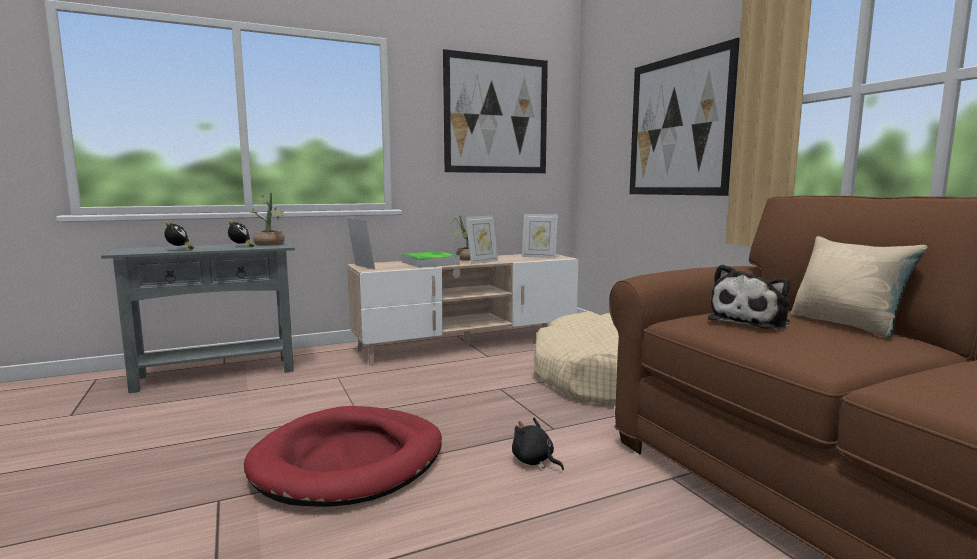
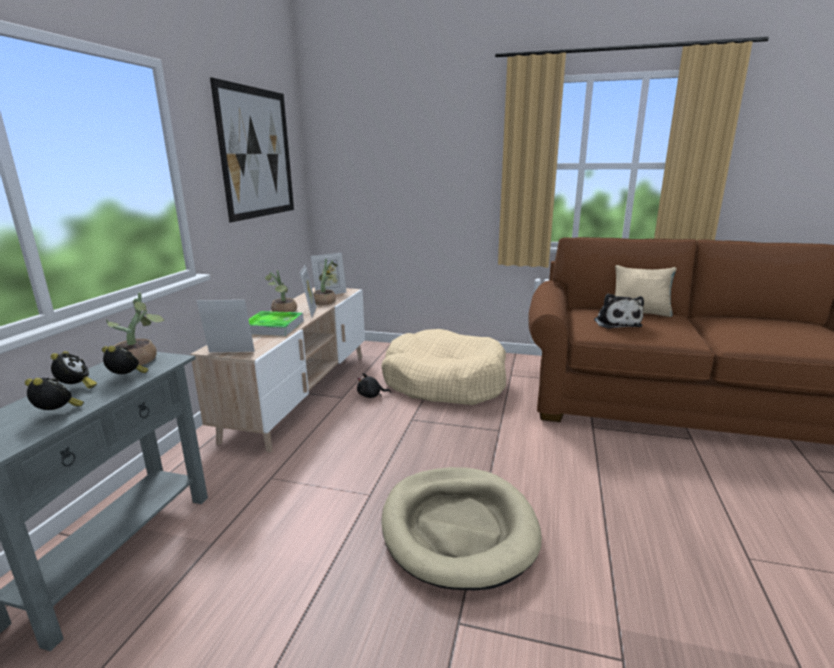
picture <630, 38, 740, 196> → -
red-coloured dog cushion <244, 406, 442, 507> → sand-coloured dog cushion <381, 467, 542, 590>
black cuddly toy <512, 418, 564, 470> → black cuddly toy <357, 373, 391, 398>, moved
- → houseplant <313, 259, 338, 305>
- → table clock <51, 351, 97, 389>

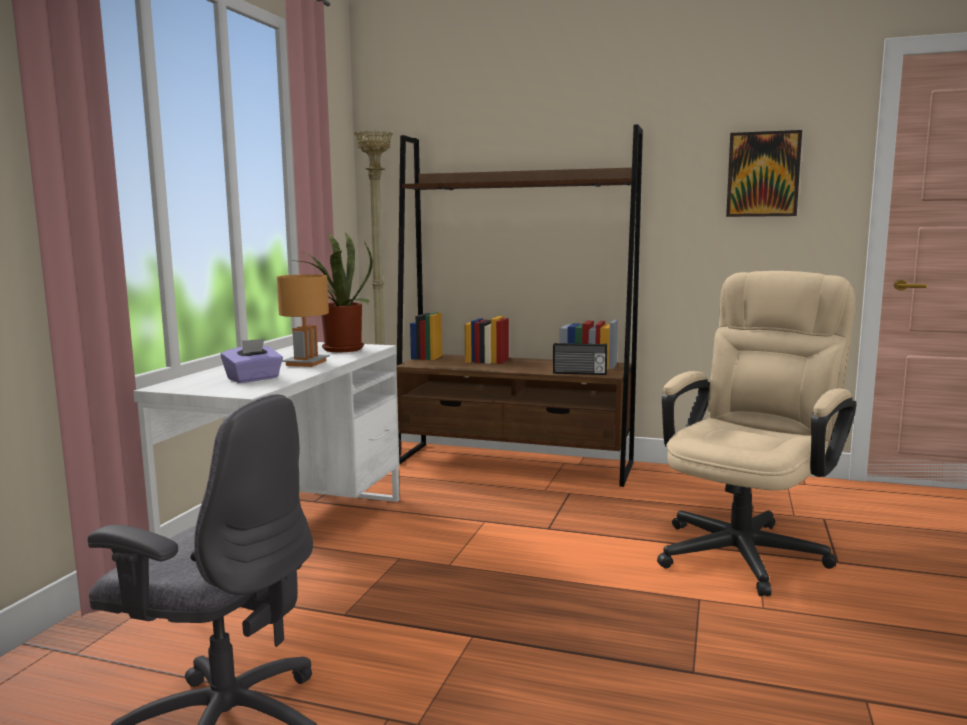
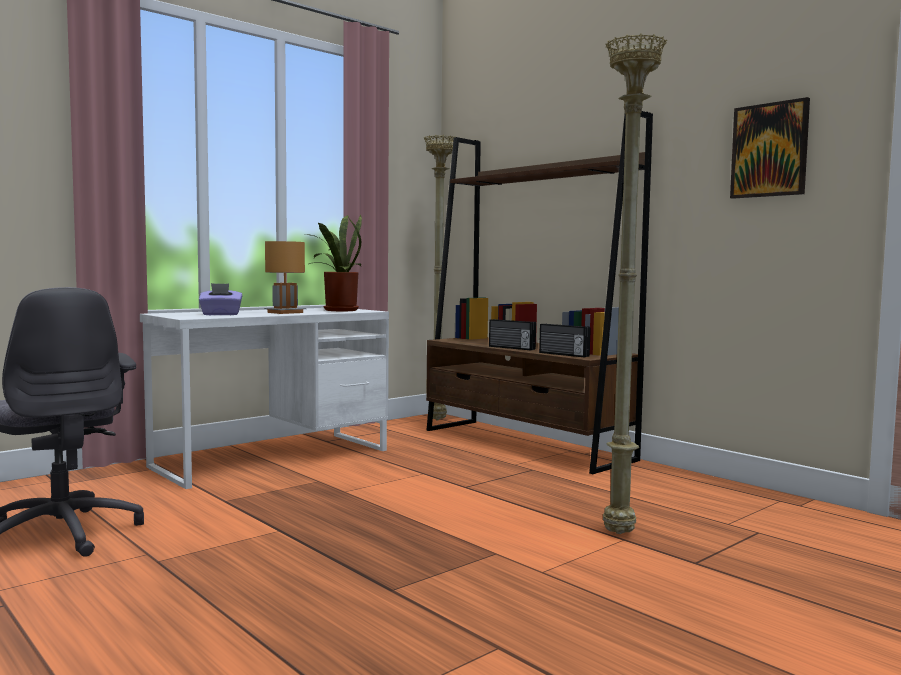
sand-coloured desk chair <657, 271, 857, 596> → sand-coloured standing lamp <603, 33, 667, 534>
- → radio <489, 319, 536, 350>

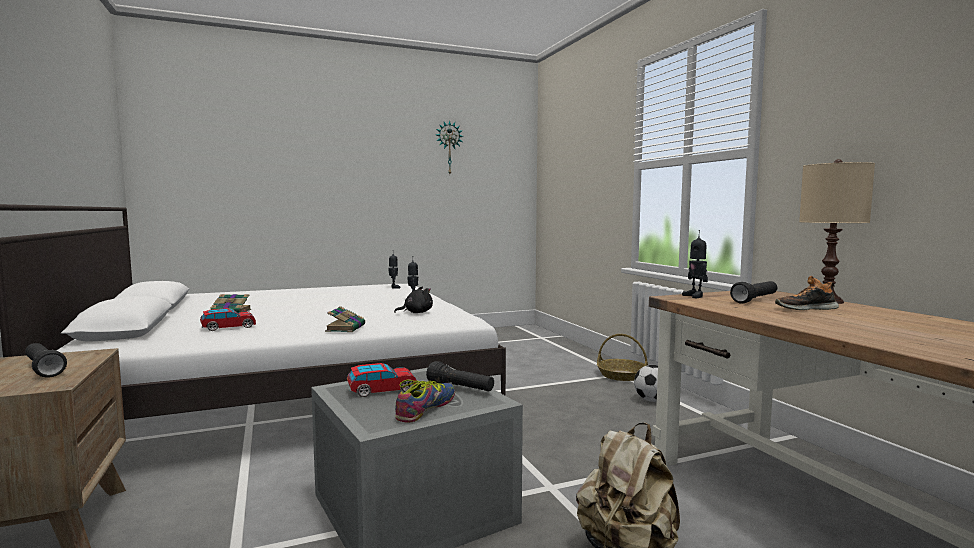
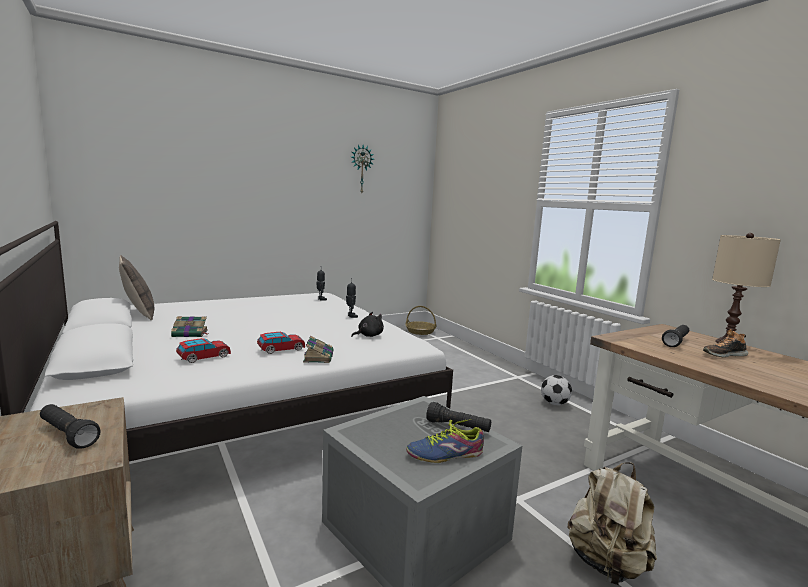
toy robot <682, 230, 708, 298> → -
basket <597, 334, 648, 381> → basket <406, 306, 436, 335>, moved
miniature car <347, 363, 417, 397> → miniature car <257, 332, 305, 354>, moved
low shoe <395, 380, 455, 422> → low shoe <406, 419, 484, 463>, 120 degrees counterclockwise
- → throw pillow <119, 255, 154, 320>

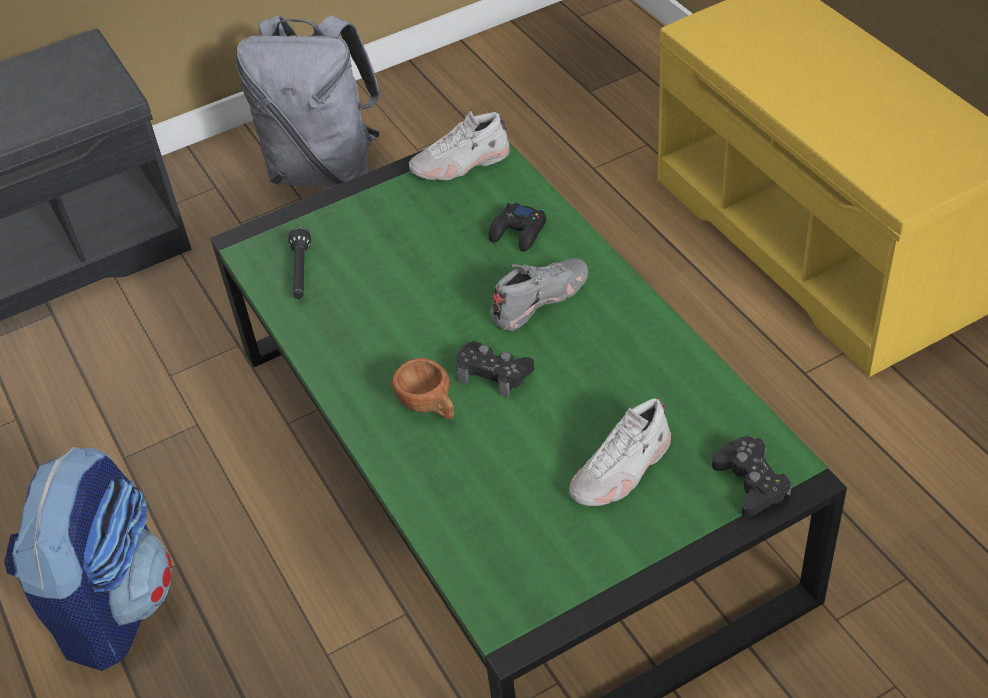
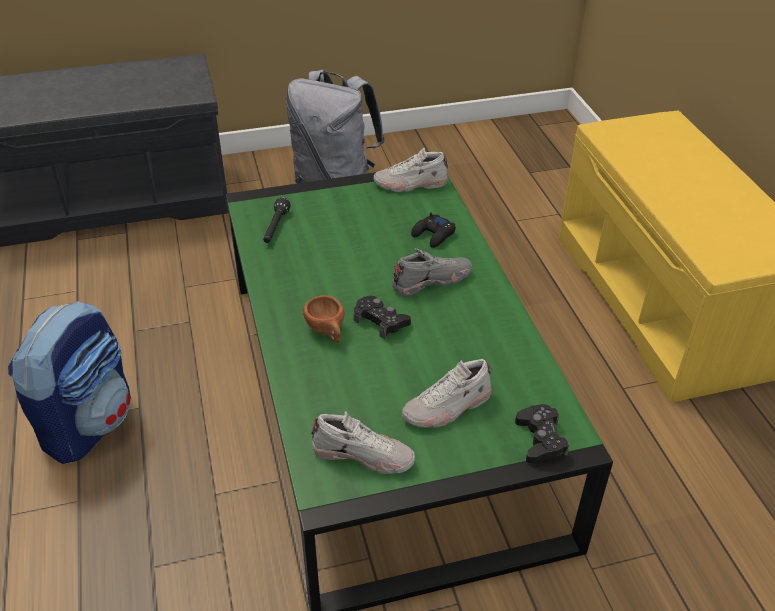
- → whitish low shoe <311, 411, 415, 474>

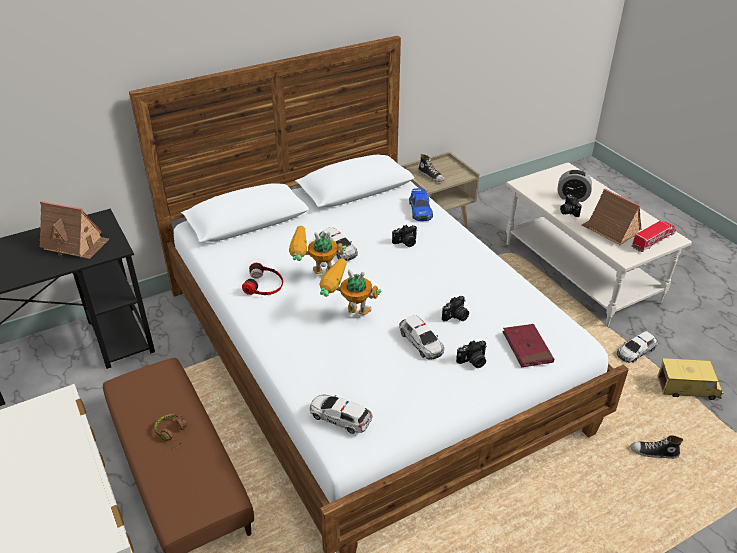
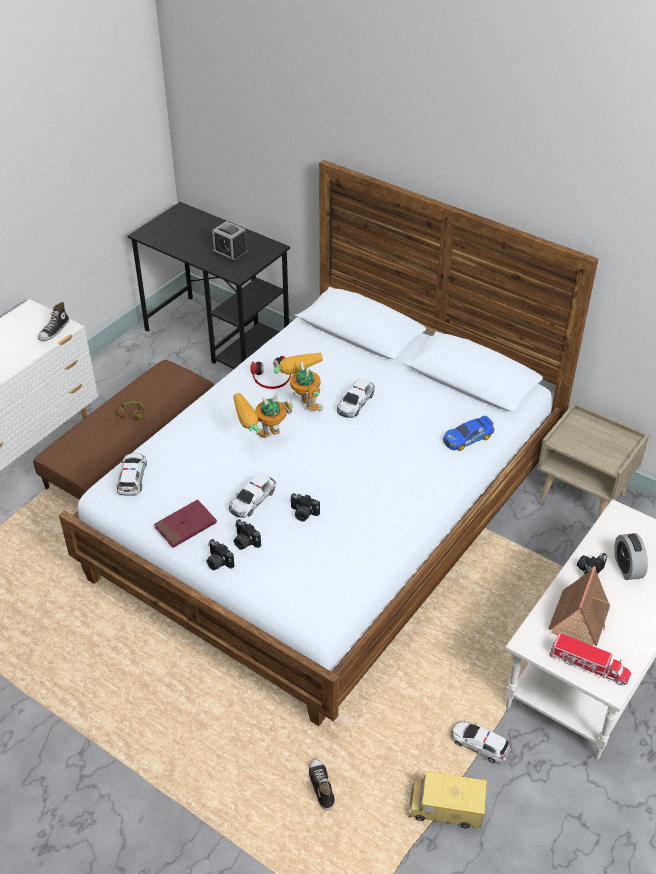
low shoe <418, 154, 444, 182> → low shoe <38, 302, 69, 341>, moved
miniature house <40, 201, 109, 259> → table clock <212, 221, 248, 262>
photo camera <392, 225, 417, 247> → photo camera <207, 539, 235, 570>, moved
toy robot <319, 258, 381, 315> → toy robot <233, 393, 293, 438>, 105 degrees counterclockwise
red-coloured bound book <502, 324, 554, 367> → red-coloured bound book <154, 500, 217, 548>, moved
toy truck <657, 358, 723, 400> → toy truck <408, 771, 487, 828>, 120 degrees clockwise

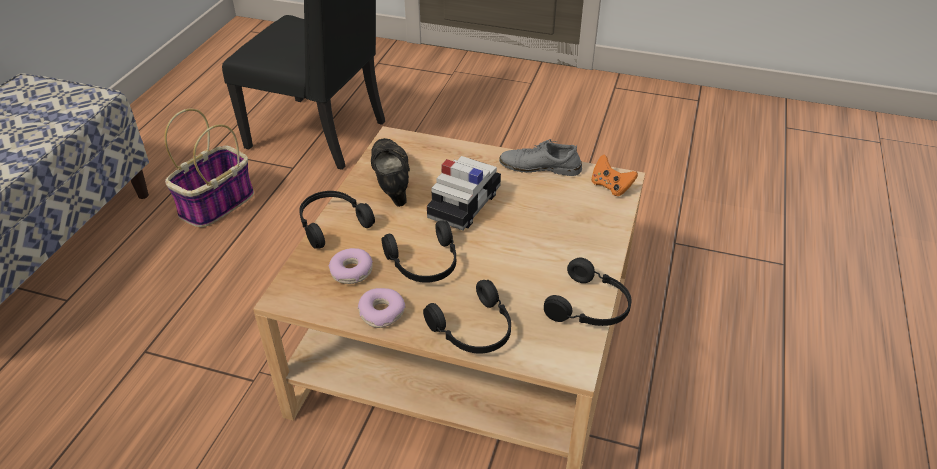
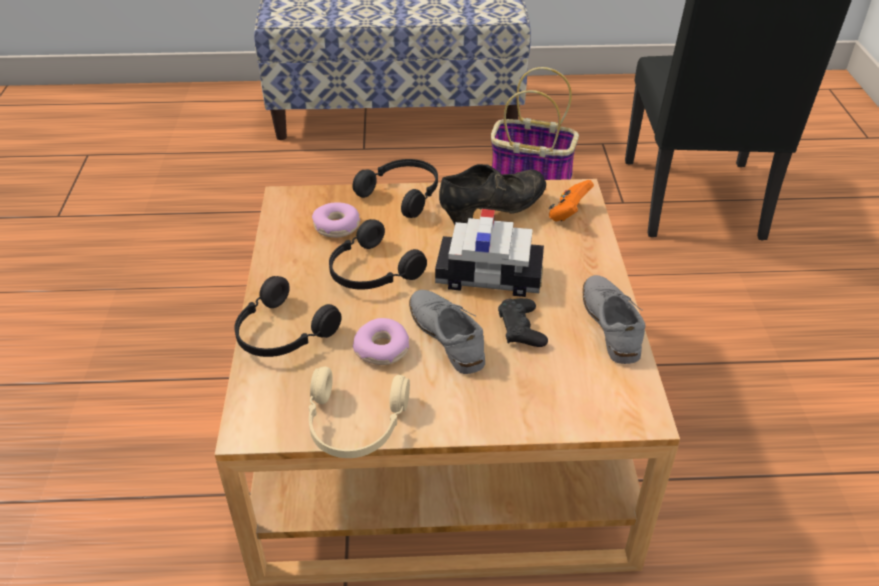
orange-coloured gamepad <591, 155, 638, 196> → orange-coloured gamepad <549, 180, 594, 222>, moved
black headset <544, 258, 632, 326> → sand-coloured headset <309, 367, 410, 458>
donut <358, 288, 405, 328> → donut <353, 318, 409, 365>, moved
- → greyish low shoe <409, 290, 485, 374>
- → black gamepad <498, 298, 548, 347>

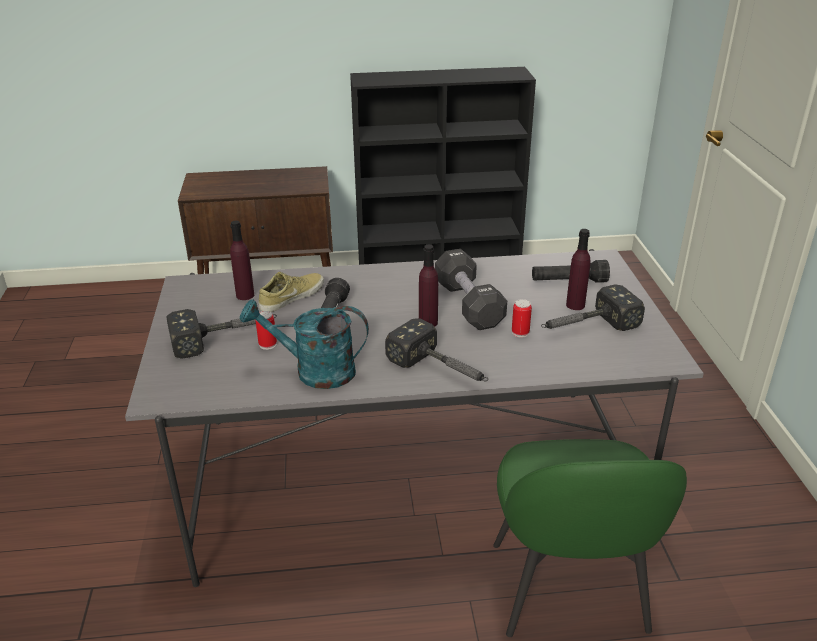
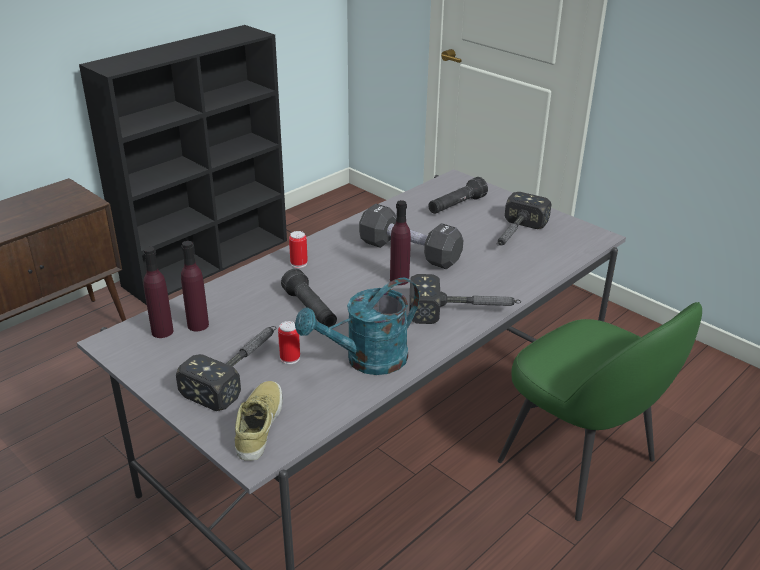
purple-coloured bottle <566, 229, 590, 310> → purple-coloured bottle <143, 247, 173, 338>, moved
sand-coloured low shoe <259, 272, 324, 312> → sand-coloured low shoe <235, 381, 283, 461>, moved
sealed can <512, 299, 532, 338> → sealed can <289, 231, 308, 268>, moved

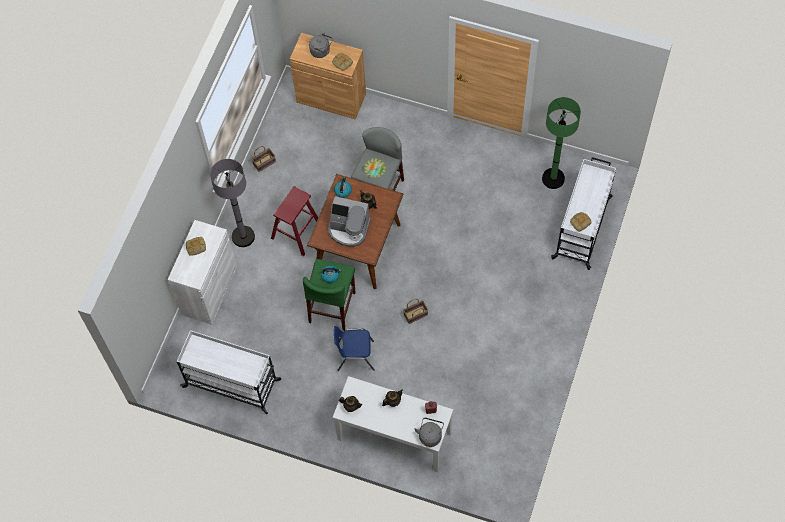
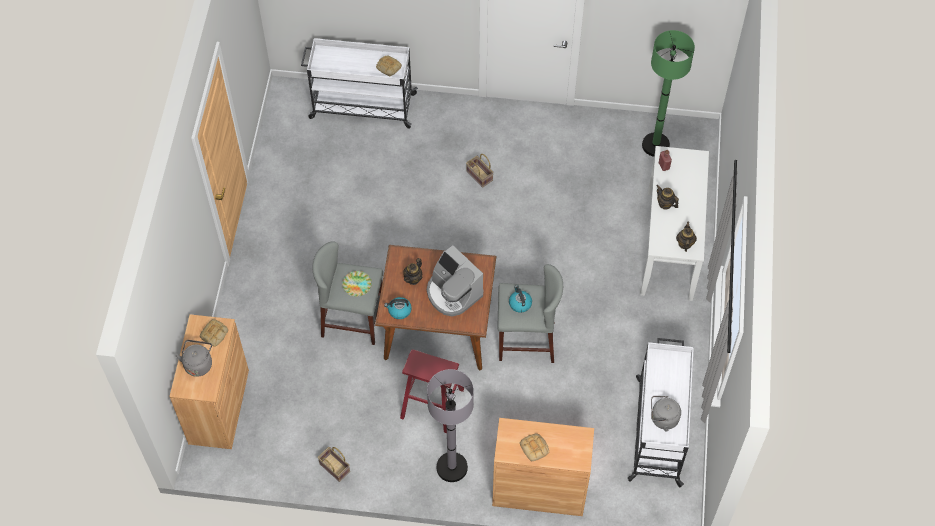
greenish standing lamp <542, 97, 581, 189> → greenish standing lamp <642, 30, 695, 157>, moved
coffee maker <328, 196, 371, 247> → coffee maker <427, 245, 483, 317>, 135 degrees clockwise
whitish storage cabinet <168, 220, 237, 325> → brownish storage cabinet <492, 418, 594, 516>
greenish sitting stool <303, 259, 356, 331> → greyish sitting stool <497, 264, 563, 363>
basket <403, 299, 428, 324> → basket <466, 154, 494, 188>, moved
bluish plain chair <334, 326, 375, 371> → -
greyish water kettle <414, 418, 444, 447> → greyish water kettle <651, 396, 681, 431>, moved

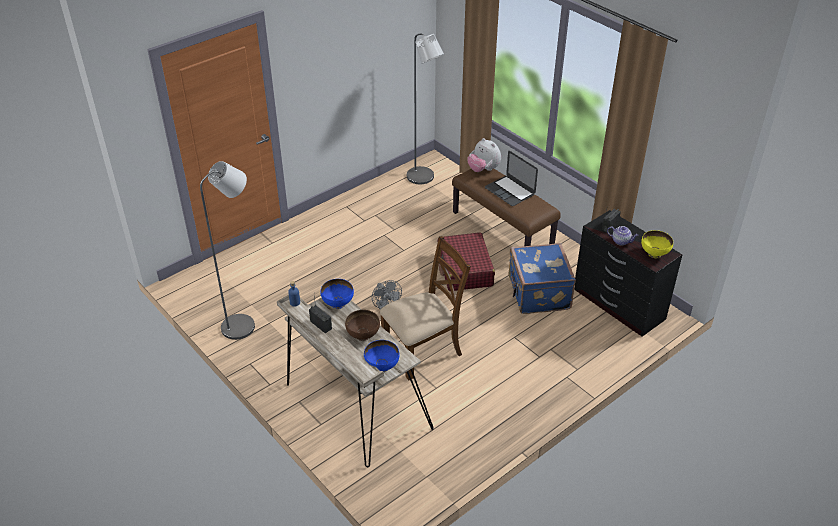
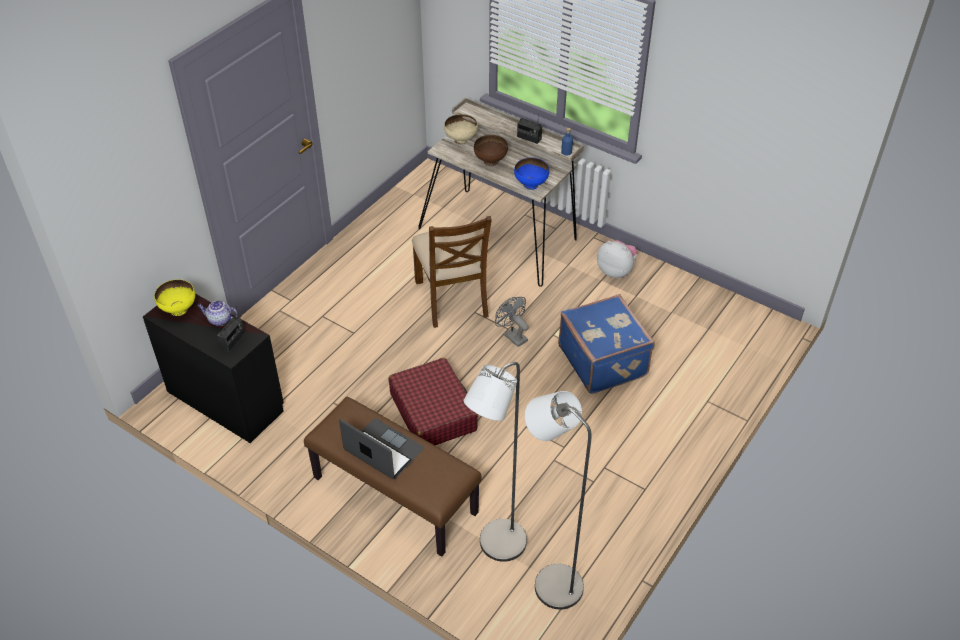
cuddly toy <467, 138, 501, 172> → cuddly toy <597, 240, 638, 278>, moved
greyish standing lamp <200, 161, 255, 340> → greyish standing lamp <464, 362, 527, 562>, moved
brownish plain chair <380, 236, 471, 381> → brownish plain chair <412, 216, 492, 328>, 60 degrees counterclockwise
bluish piece of luggage <509, 243, 576, 314> → bluish piece of luggage <558, 294, 655, 394>, moved
bluish bowl <364, 340, 400, 372> → sand-coloured bowl <444, 114, 478, 145>

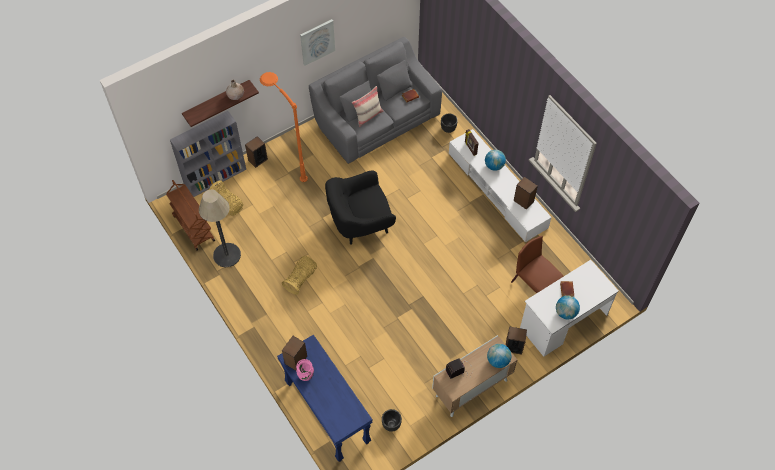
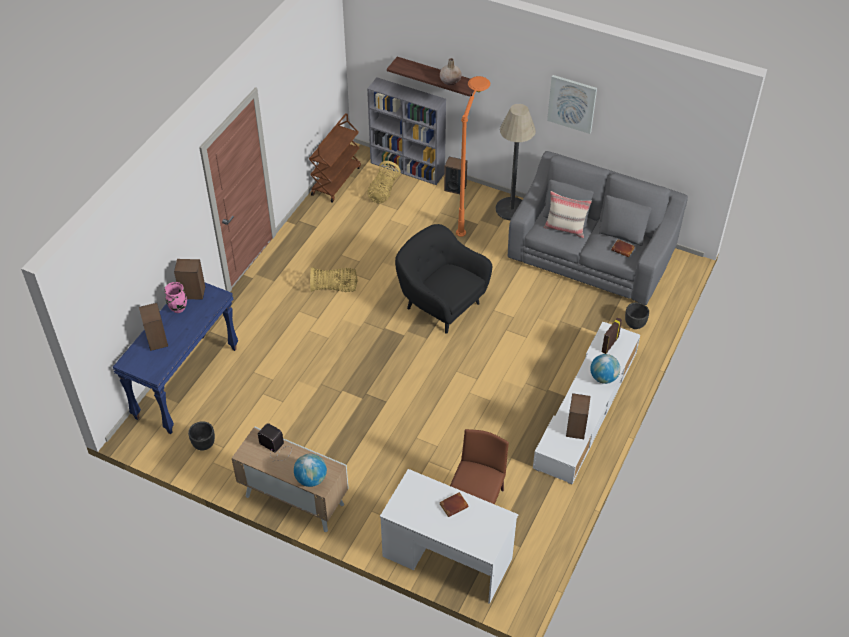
standing lamp <199, 190, 241, 267> → standing lamp <496, 104, 536, 221>, moved
world globe <556, 296, 580, 319> → -
speaker <506, 327, 527, 355> → speaker <139, 303, 168, 351>, moved

